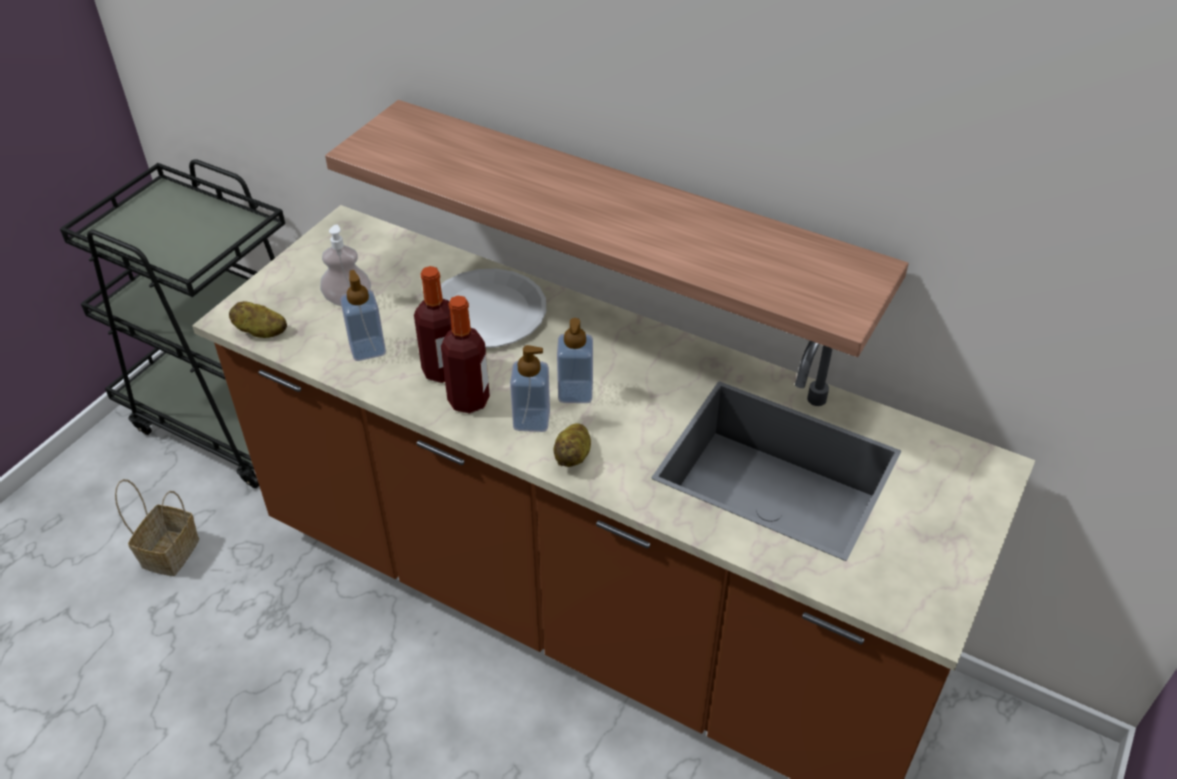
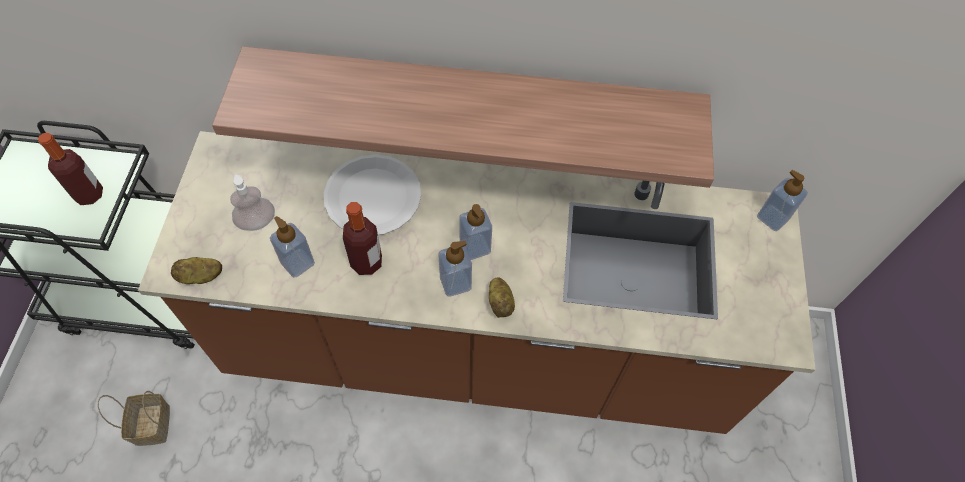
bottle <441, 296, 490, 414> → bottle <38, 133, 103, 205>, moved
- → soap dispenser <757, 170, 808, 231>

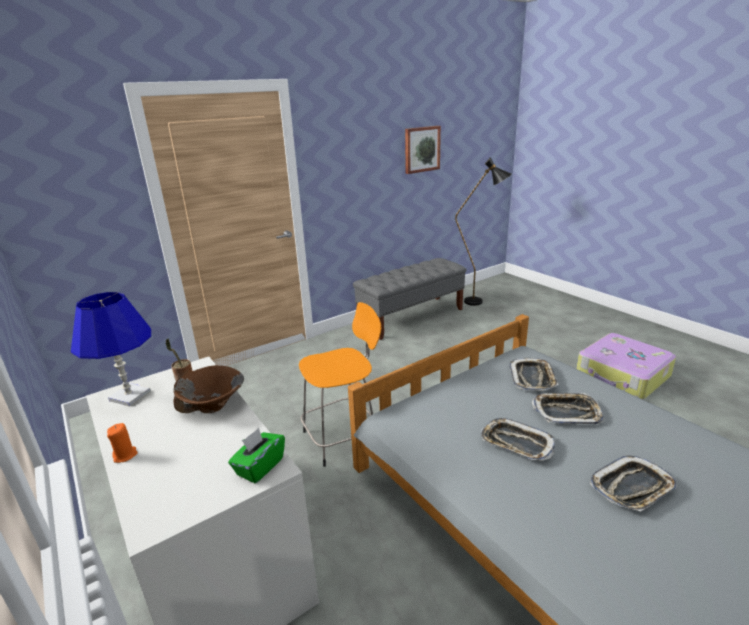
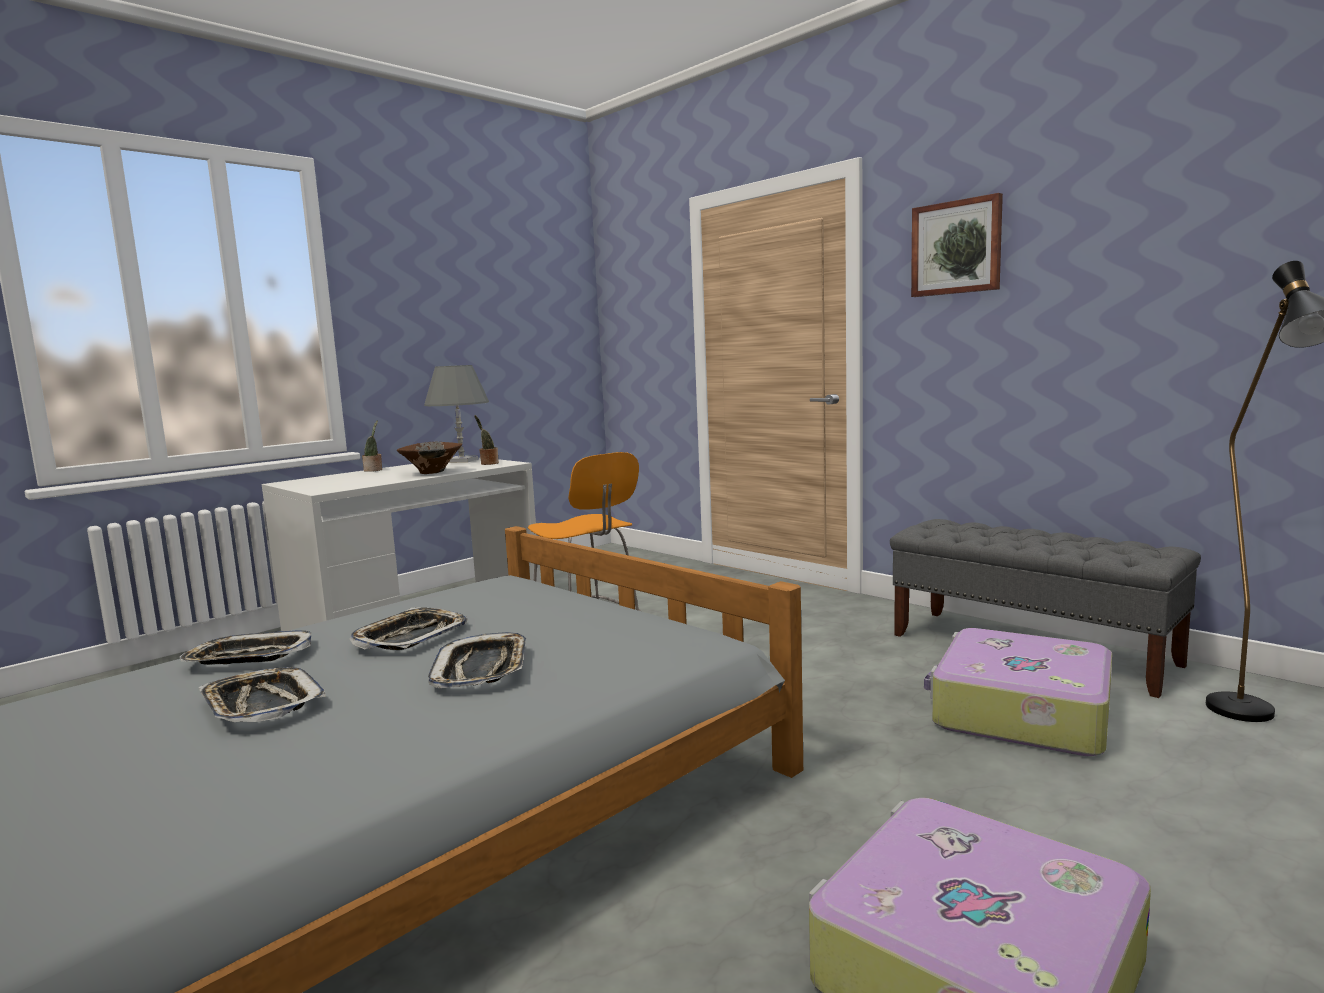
picture <405, 126, 441, 174> → picture <911, 193, 1003, 297>, moved
bluish lamp for a table <71, 292, 151, 407> → greyish lamp for a table <424, 365, 489, 463>
serving tray <509, 358, 559, 391> → serving tray <180, 630, 311, 665>, moved
orange-coloured wax candle <107, 423, 138, 463> → houseplant <362, 420, 382, 472>
greenish tissue box <228, 428, 285, 483> → -
- → piece of luggage <924, 628, 1112, 756>

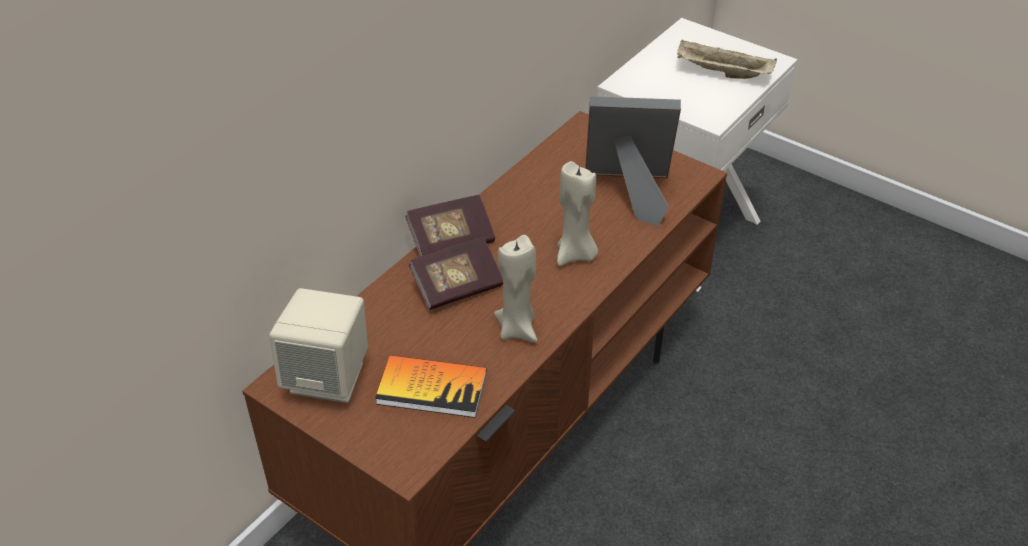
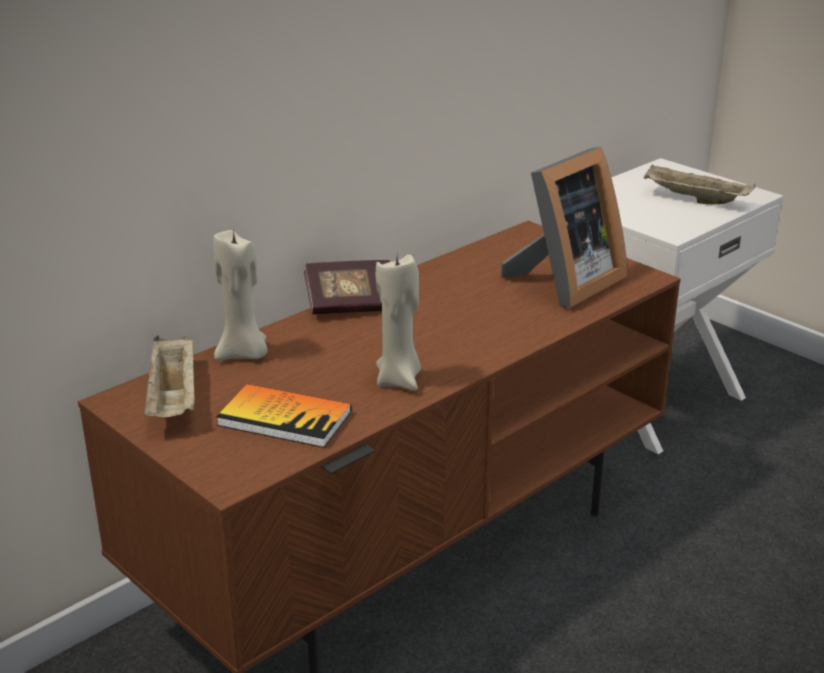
standing frame <585, 96, 681, 226> → standing frame <501, 147, 627, 307>, 120 degrees clockwise
sand-coloured wax candle <557, 161, 598, 266> → sand-coloured wax candle <213, 229, 267, 360>, moved
bound book <409, 237, 503, 310> → -
sand-coloured speaker <269, 288, 368, 403> → sand-coloured serving tray <144, 336, 195, 417>

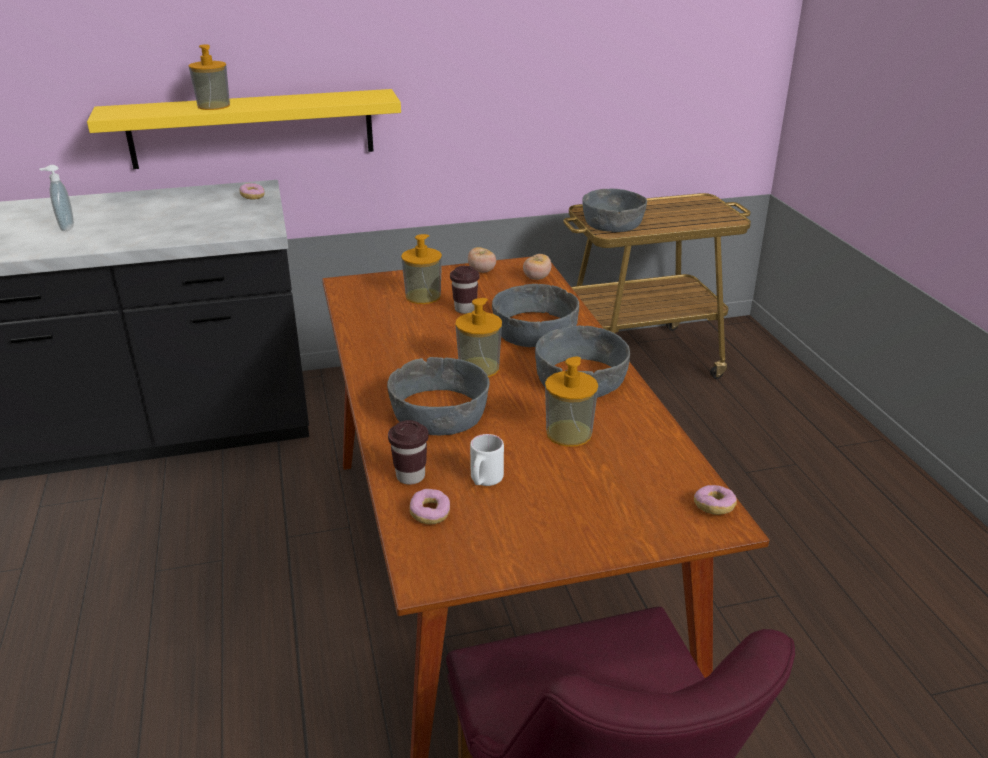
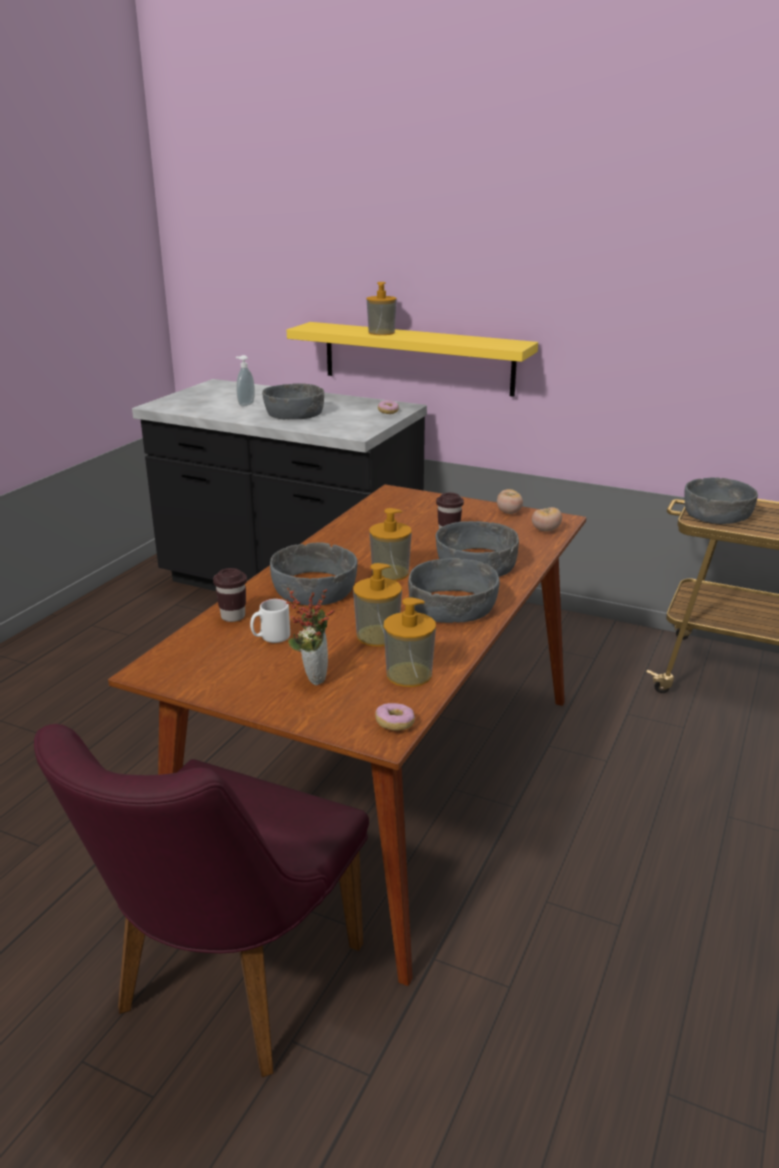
soap dispenser <401, 234, 442, 304> → soap dispenser <384, 597, 436, 687>, moved
donut <409, 489, 450, 525> → -
- → greyish bowl <262, 383, 324, 419>
- → houseplant <285, 588, 334, 686>

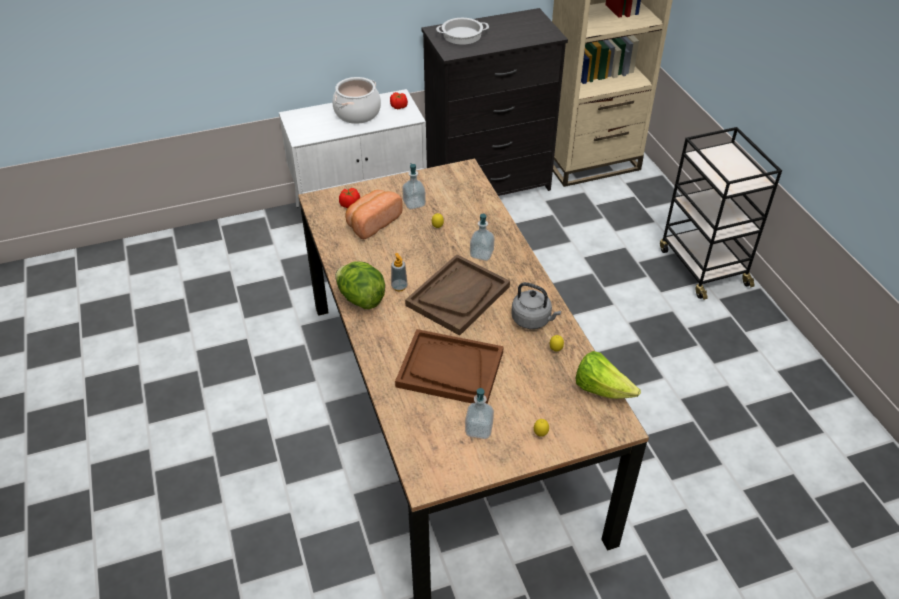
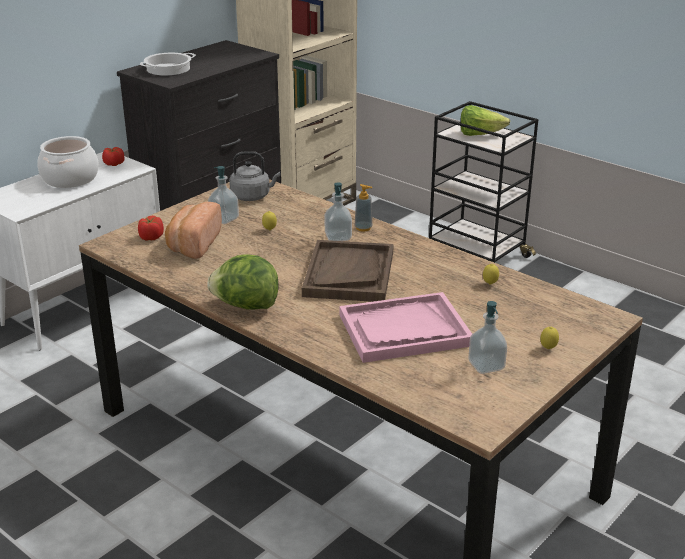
soap dispenser <391, 253, 408, 291> → soap dispenser <355, 184, 373, 232>, moved
greyish water kettle <511, 282, 561, 329> → greyish water kettle <229, 151, 280, 201>, moved
brownish serving tray <395, 329, 504, 404> → pink-coloured serving tray <339, 292, 472, 363>
head of lettuce <575, 351, 641, 399> → head of lettuce <460, 105, 510, 136>, moved

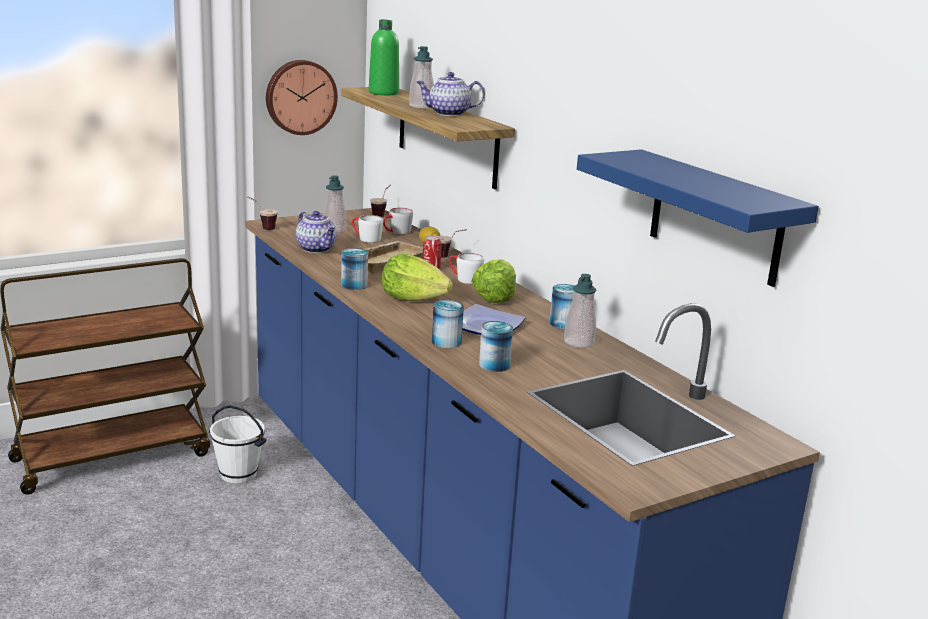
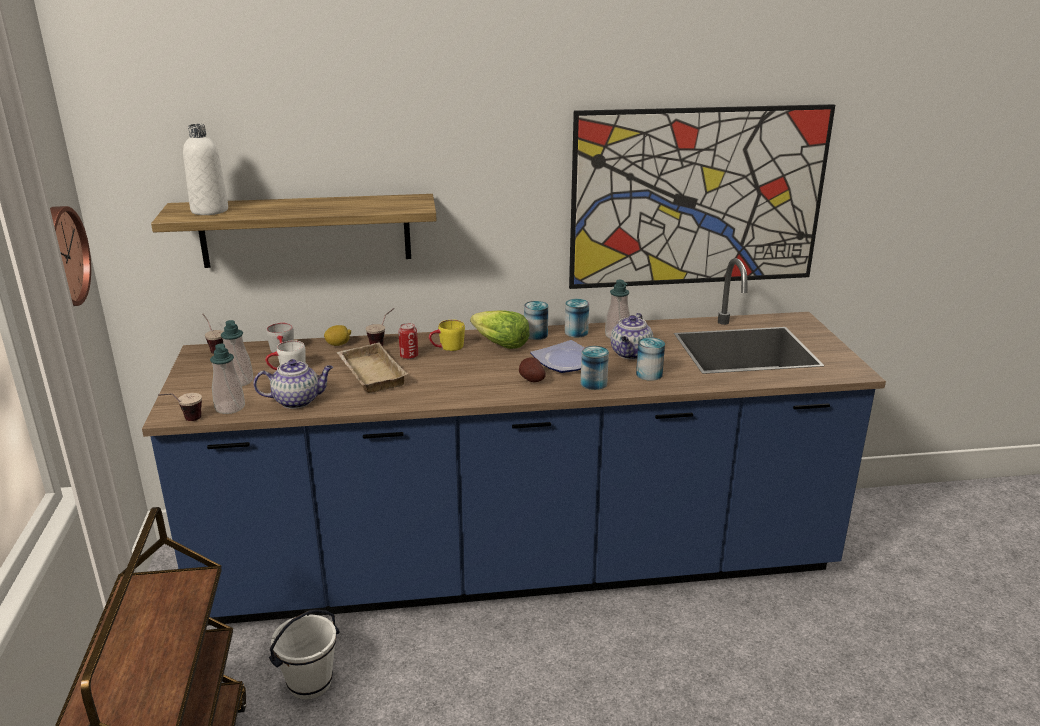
greenish bottle <369, 20, 399, 95> → whitish bottle <183, 124, 228, 215>
soap dispenser <409, 46, 434, 109> → soap dispenser <210, 344, 245, 414>, moved
teapot <416, 72, 485, 116> → teapot <611, 313, 654, 360>, moved
bluish wall shelf <577, 149, 819, 287> → picture <569, 104, 835, 289>
sealed can <341, 248, 368, 290> → sealed can <524, 301, 548, 340>, moved
whitish mug <449, 253, 484, 284> → yellow-coloured mug <429, 320, 465, 351>
head of lettuce <382, 254, 453, 301> → -
- → potato <519, 357, 546, 382>

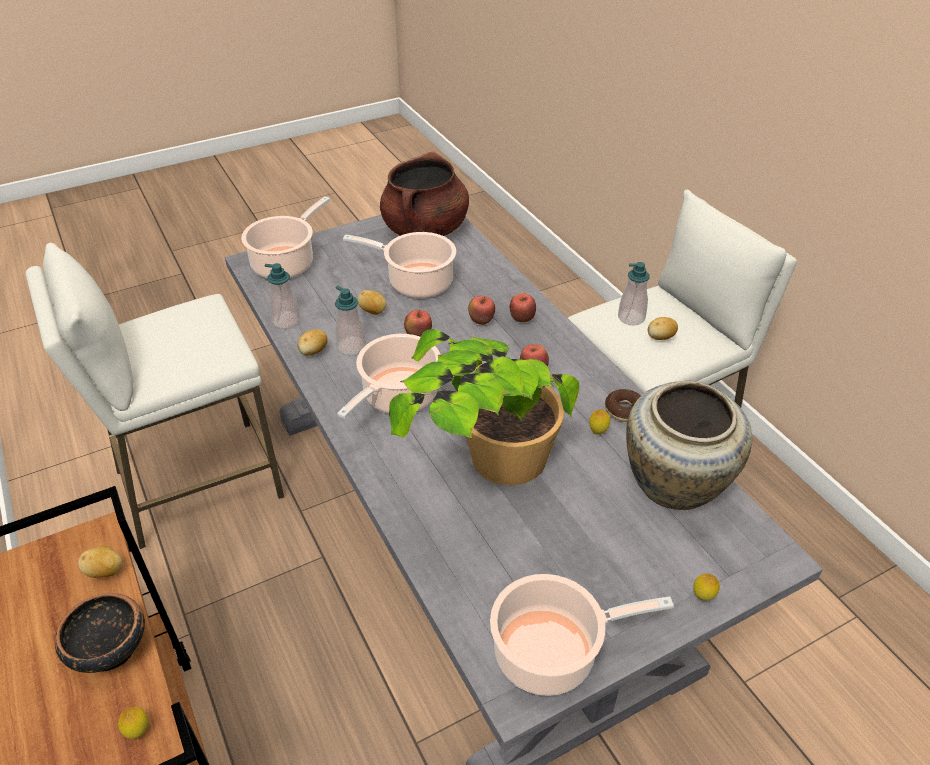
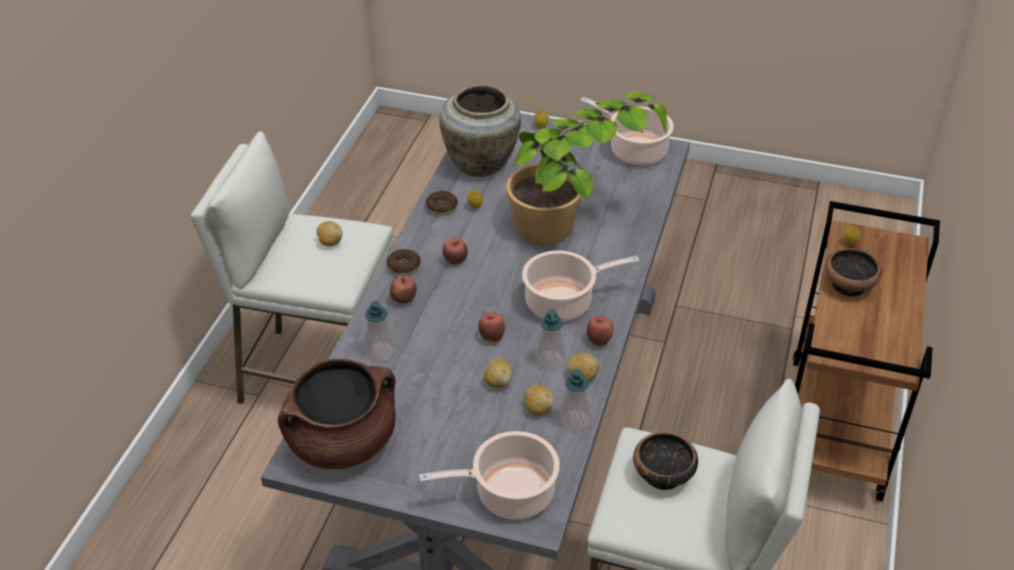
stockpot <343, 232, 456, 298> → -
soap dispenser <618, 262, 650, 325> → soap dispenser <365, 301, 395, 362>, moved
apple fruit <468, 296, 495, 325> → apple fruit <587, 316, 614, 346>, moved
potato <78, 546, 122, 578> → potato <525, 385, 554, 415>, moved
- → donut <387, 249, 421, 275>
- → bowl <633, 432, 698, 490>

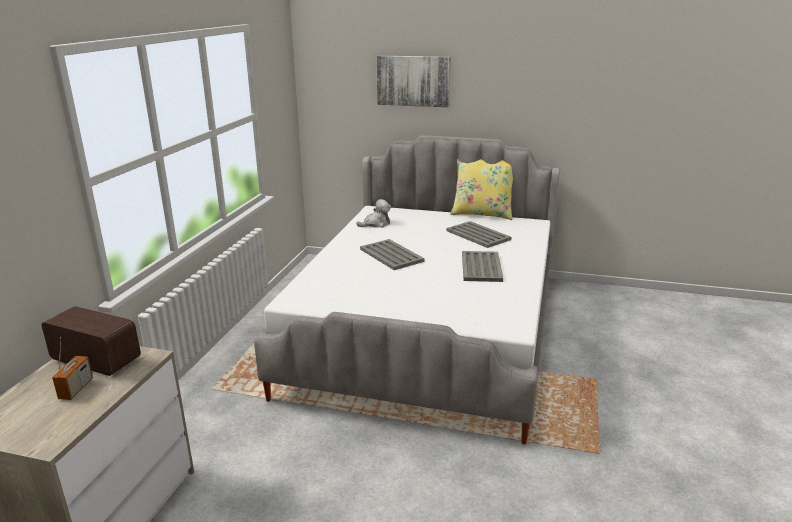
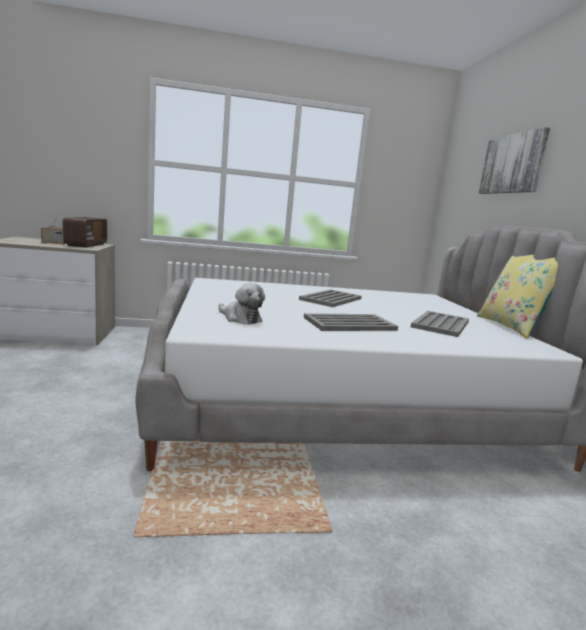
cuddly toy <356, 199, 391, 228> → cuddly toy <219, 283, 265, 324>, moved

